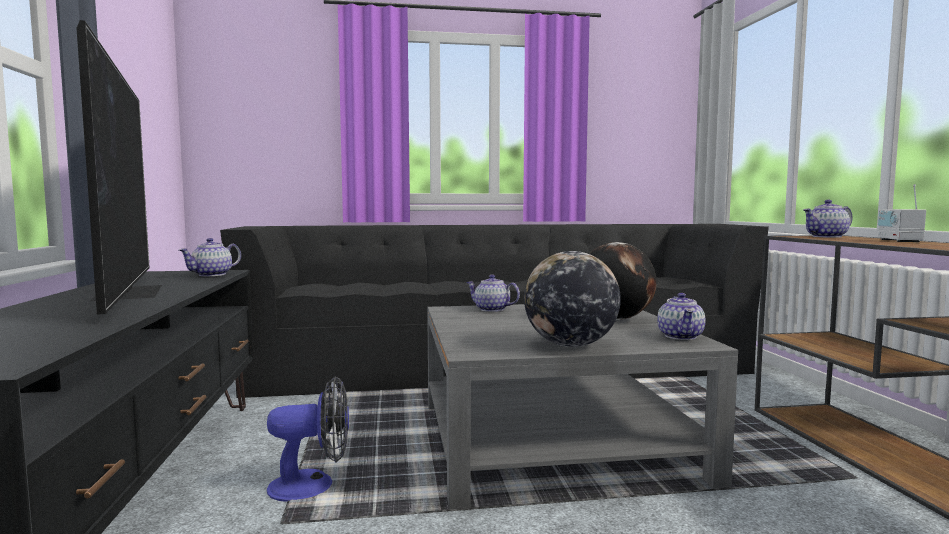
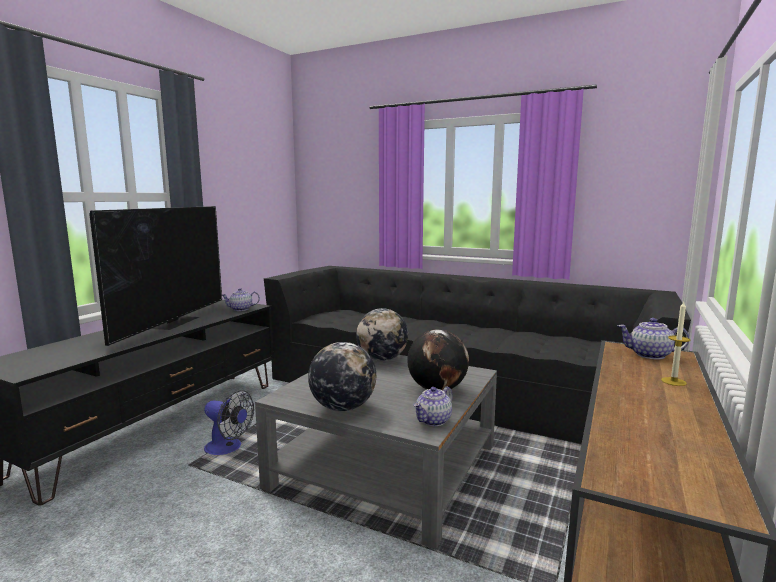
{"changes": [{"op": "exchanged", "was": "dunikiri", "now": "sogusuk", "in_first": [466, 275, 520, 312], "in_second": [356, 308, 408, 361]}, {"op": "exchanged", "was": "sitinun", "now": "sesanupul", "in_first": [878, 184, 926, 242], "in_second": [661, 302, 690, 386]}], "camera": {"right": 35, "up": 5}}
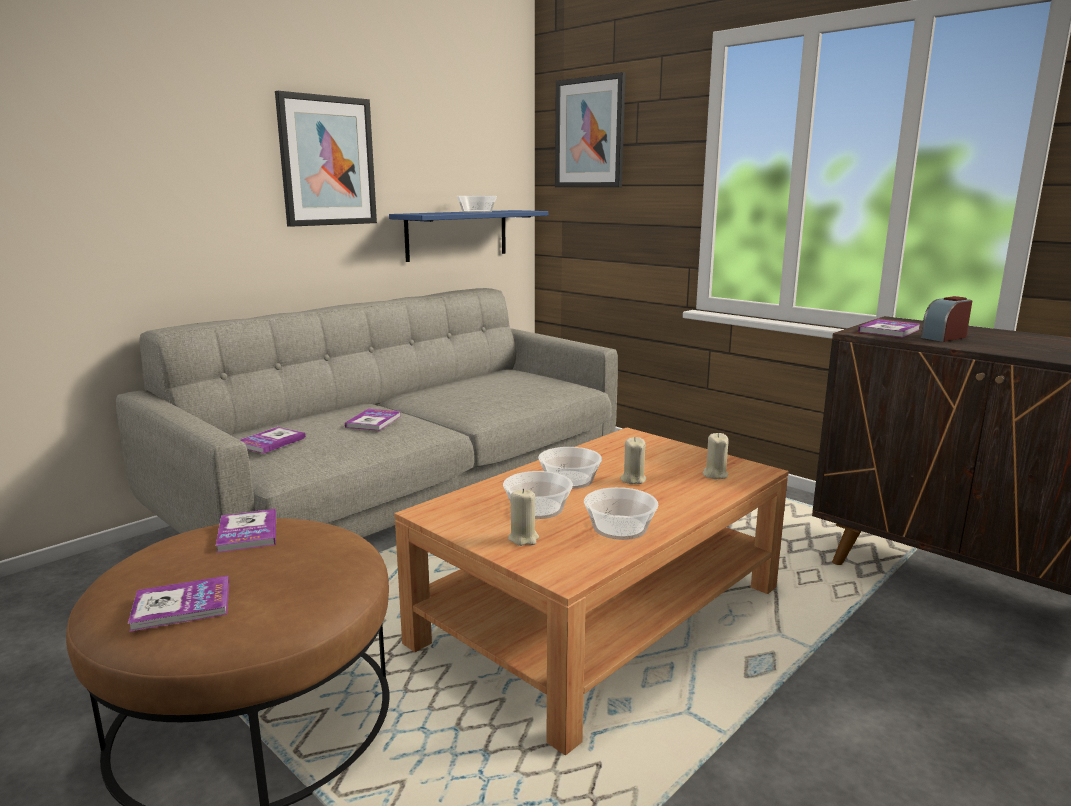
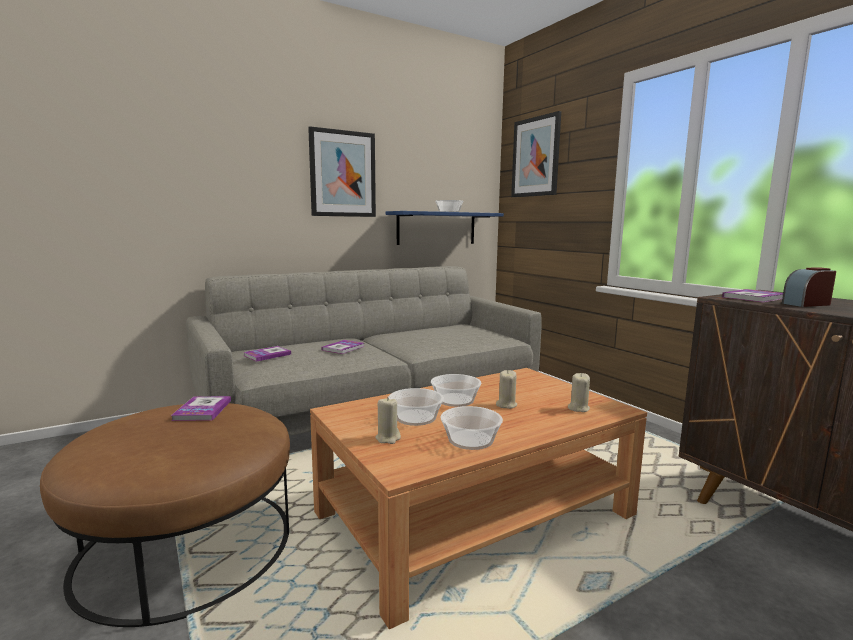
{"changes": [{"op": "missing", "was": "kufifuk", "in_first": [128, 576, 229, 632]}], "camera": {"right": 15, "up": -5}}
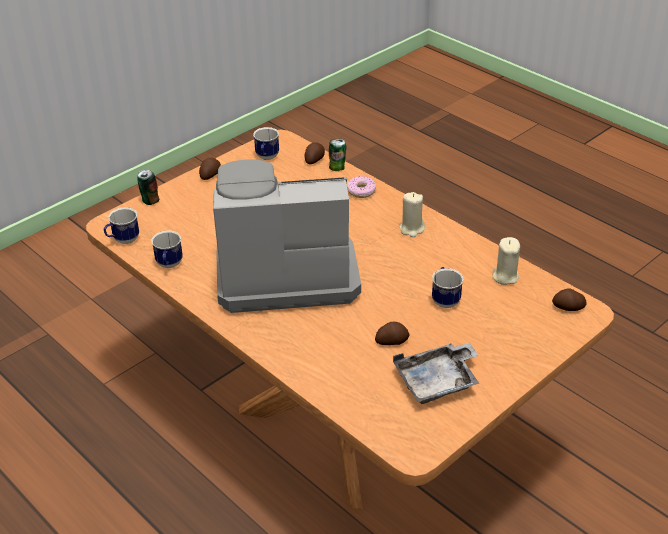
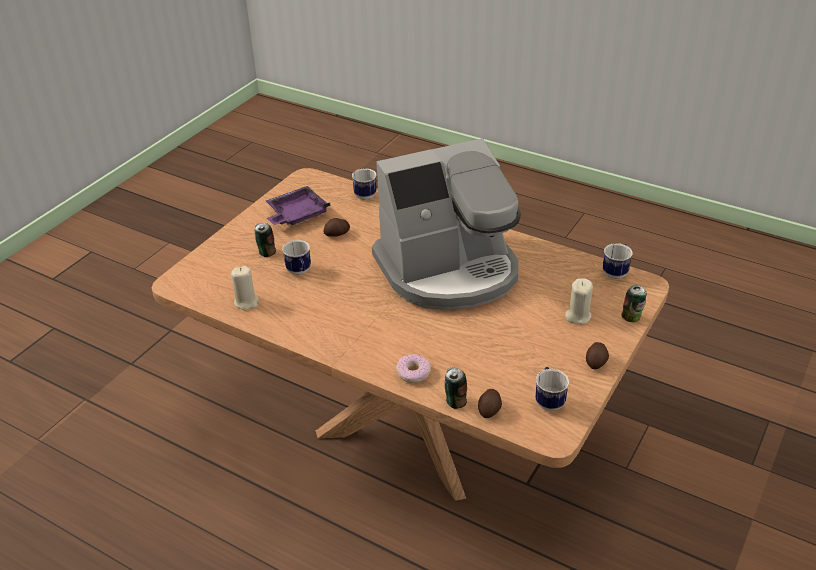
{"changes": [{"op": "appeared", "now": "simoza", "in_second": [254, 223, 276, 257]}, {"op": "colour", "was": "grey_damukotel", "now": "purple_damukotel", "in_first": [393, 343, 479, 404], "in_second": [266, 186, 331, 225]}, {"op": "relocated", "was": "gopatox", "in_first": [151, 231, 183, 268], "in_second": [352, 168, 377, 200]}, {"op": "relocated", "was": "beige_sesanupul", "in_first": [400, 192, 425, 237], "in_second": [565, 279, 593, 325]}, {"op": "missing", "was": "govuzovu", "in_first": [552, 288, 587, 311]}], "camera": {"right": 165, "up": 0}}
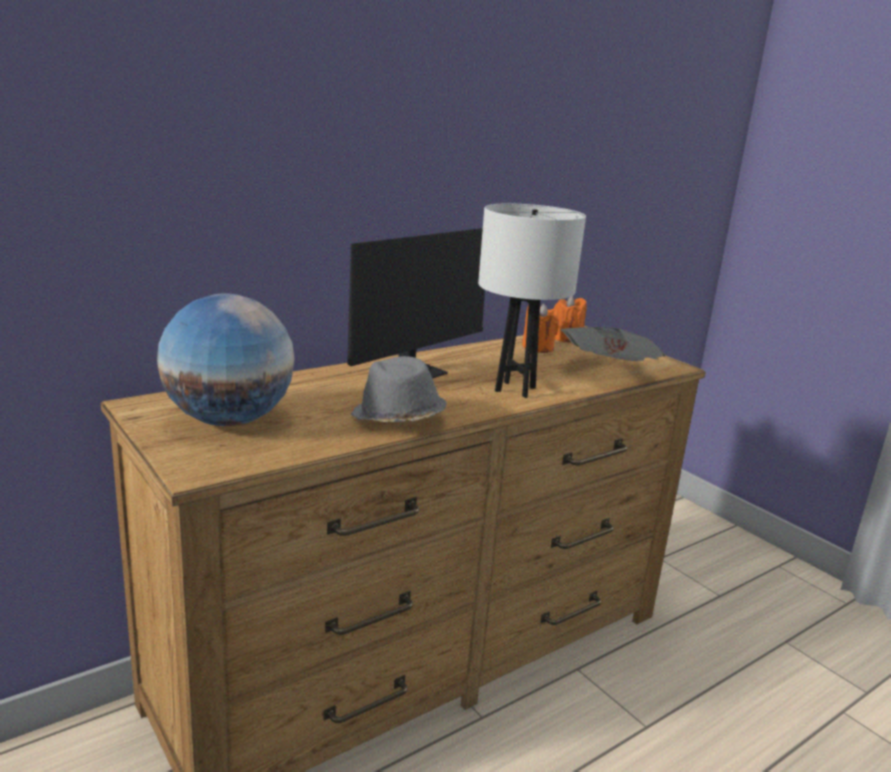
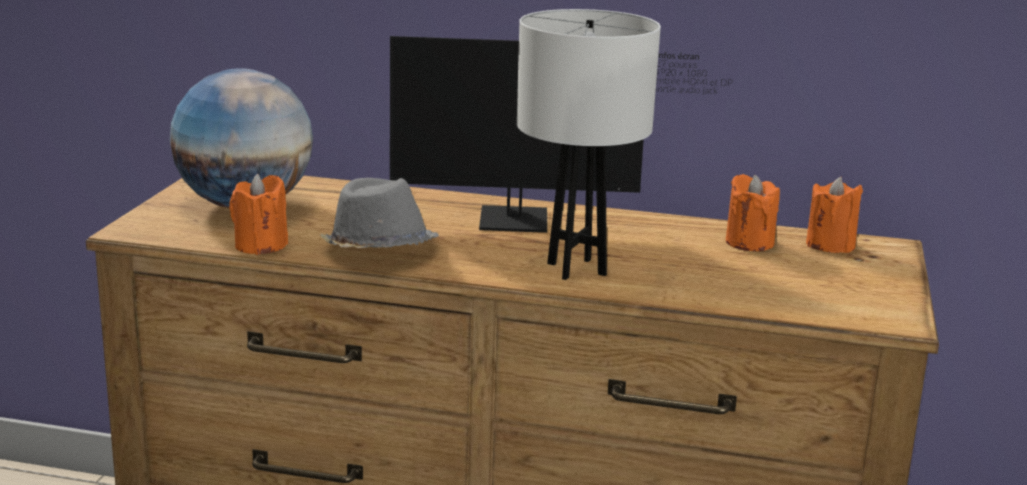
{"changes": [{"op": "appeared", "now": "orange_sesanupul", "in_second": [229, 174, 288, 255]}, {"op": "missing", "was": "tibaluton", "in_first": [560, 327, 665, 361]}], "camera": {"right": 50, "up": 0}}
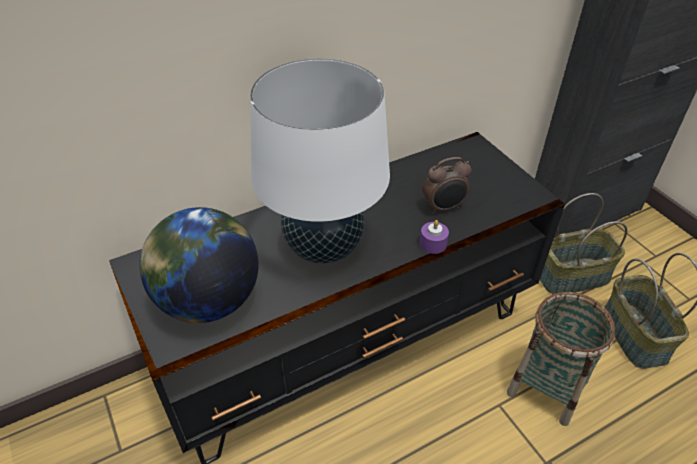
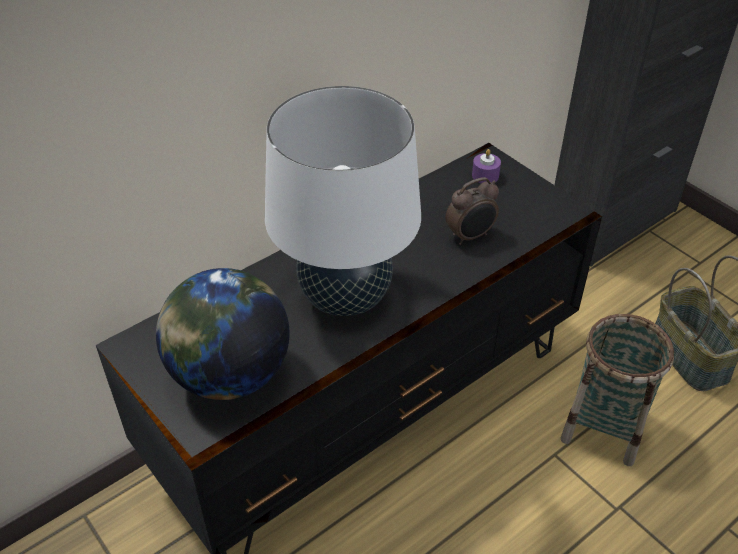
{"changes": [{"op": "relocated", "was": "purple_sesanupul", "in_first": [420, 220, 449, 254], "in_second": [472, 149, 501, 184]}, {"op": "missing", "was": "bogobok", "in_first": [540, 193, 628, 294]}], "camera": {"right": -10, "up": 0}}
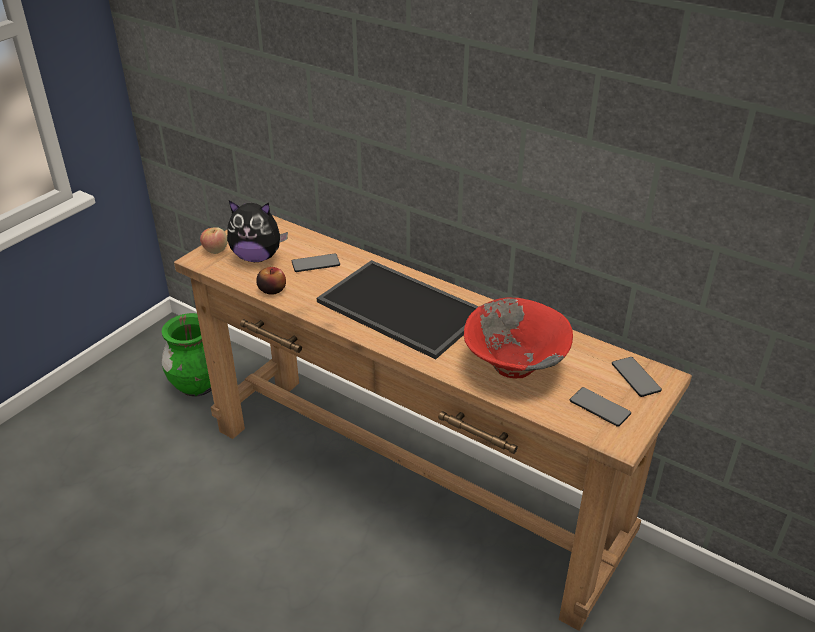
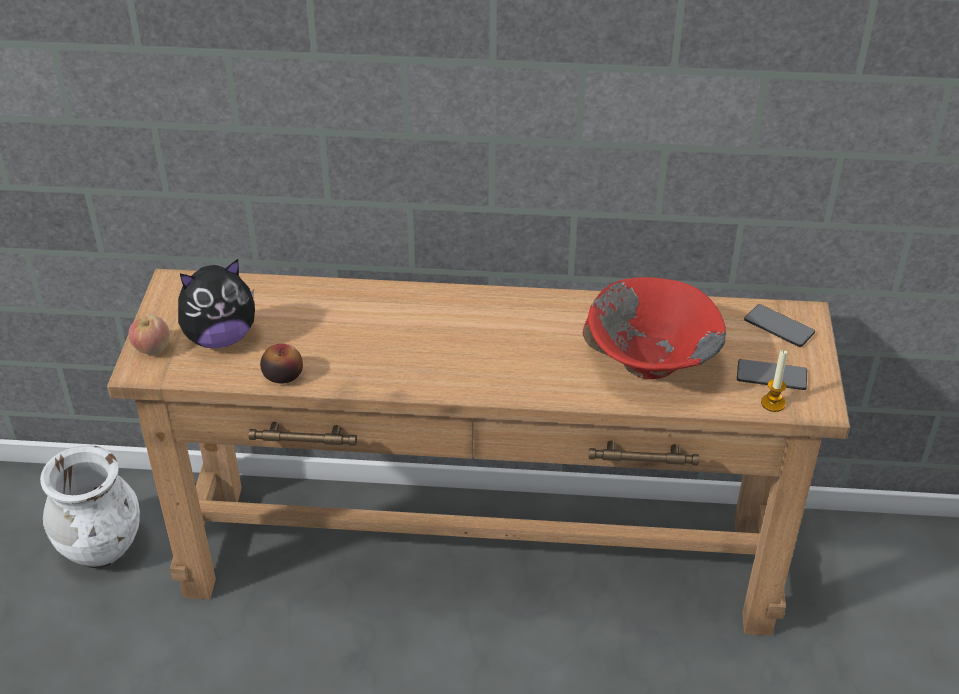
{"changes": [{"op": "colour", "was": "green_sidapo", "now": "white_sidapo", "in_first": [162, 313, 212, 397], "in_second": [40, 445, 140, 568]}, {"op": "appeared", "now": "sesanupul", "in_second": [761, 350, 787, 412]}, {"op": "missing", "was": "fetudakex", "in_first": [292, 254, 340, 272]}, {"op": "missing", "was": "damukotel", "in_first": [317, 260, 479, 360]}], "camera": {"right": -30, "up": 5}}
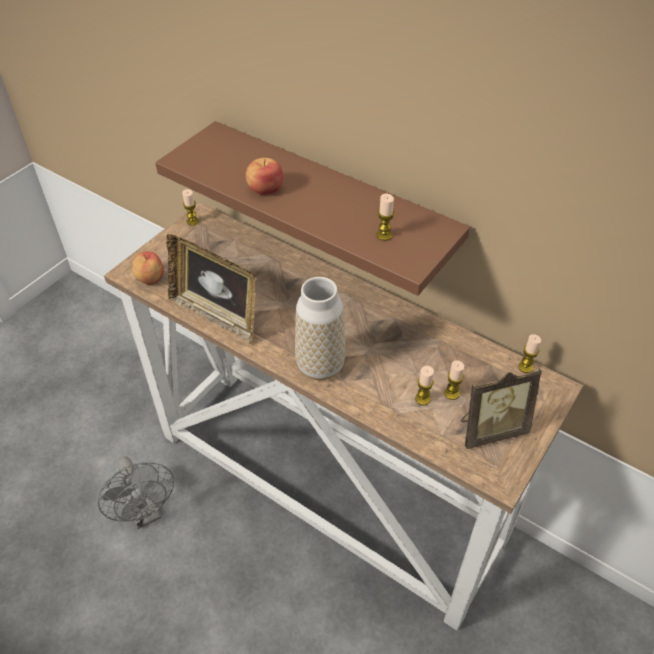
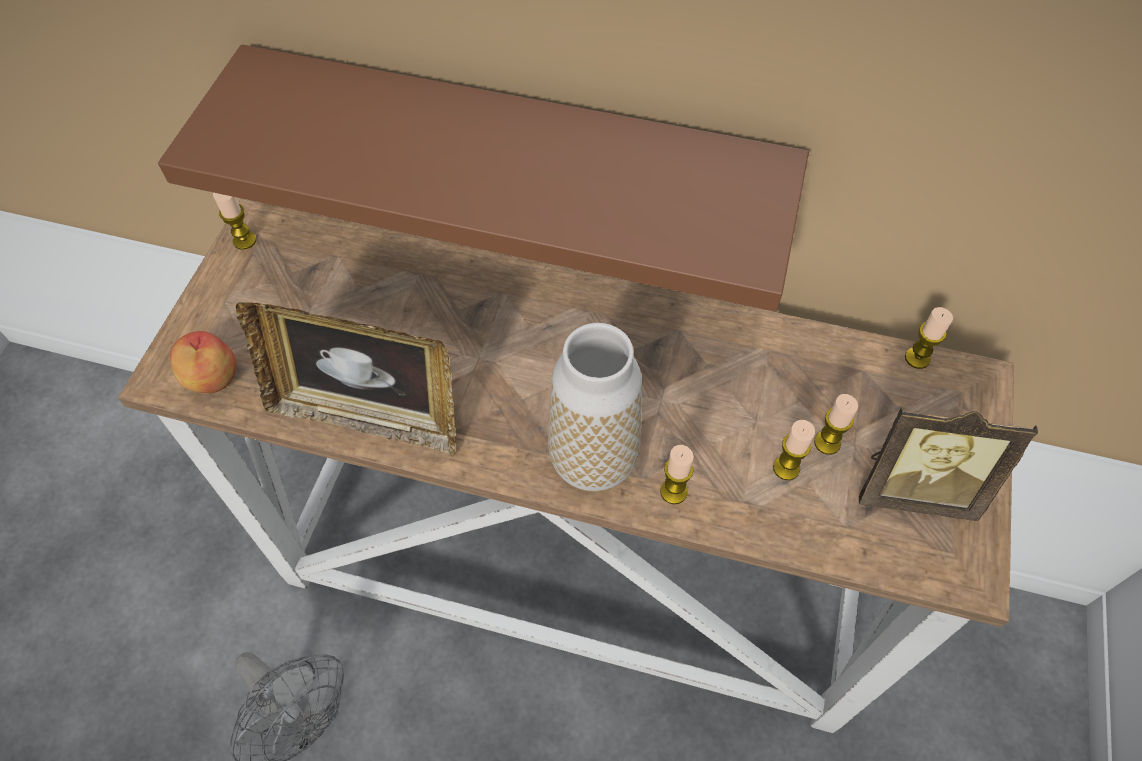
{"changes": [{"op": "relocated", "was": "sesanupul", "in_first": [376, 194, 395, 241], "in_second": [660, 445, 694, 504]}, {"op": "spun", "was": "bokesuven", "in_first": [461, 369, 542, 449], "in_second": [859, 407, 1038, 521], "clockwise": 45}, {"op": "missing", "was": "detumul", "in_first": [246, 158, 284, 195]}], "camera": {"right": -20, "up": 10}}
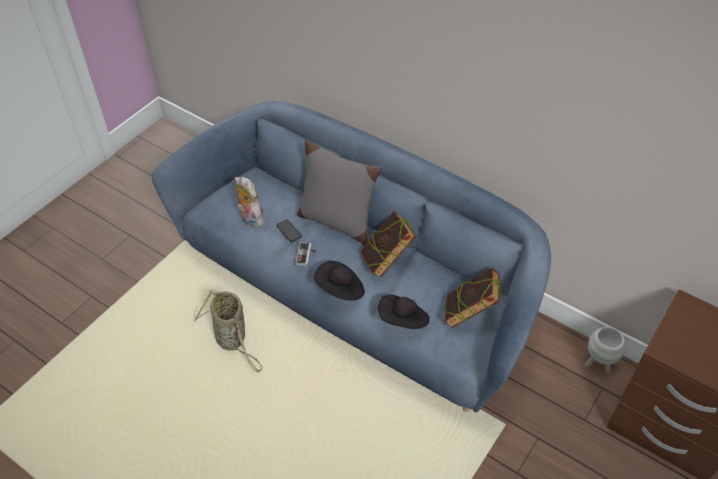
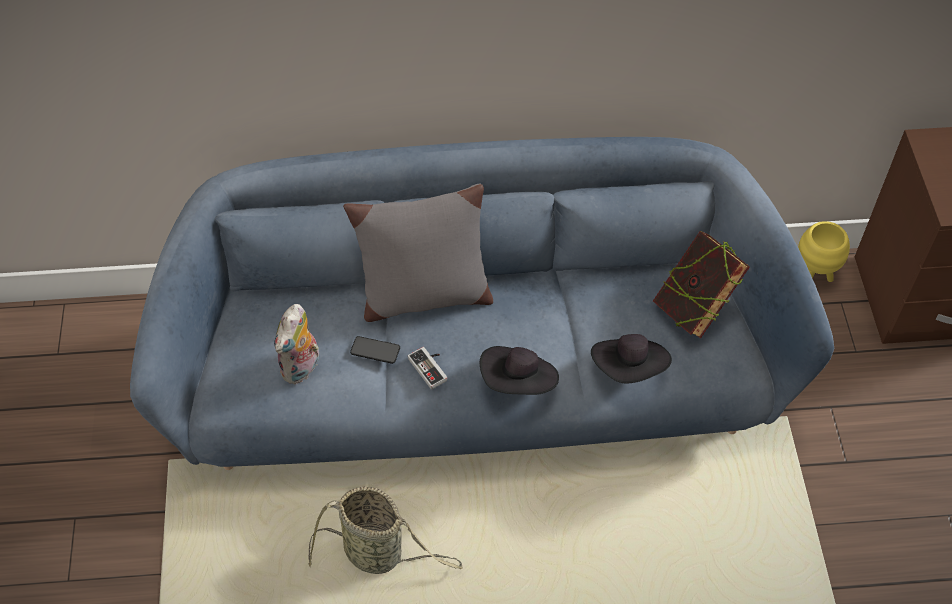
{"changes": [{"op": "spun", "was": "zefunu", "in_first": [235, 177, 264, 227], "in_second": [274, 304, 319, 384], "clockwise": -75}, {"op": "colour", "was": "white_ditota", "now": "yellow_ditota", "in_first": [585, 326, 626, 374], "in_second": [798, 221, 850, 282]}, {"op": "missing", "was": "kufifuk", "in_first": [360, 211, 416, 278]}], "camera": {"right": -40, "up": 5}}
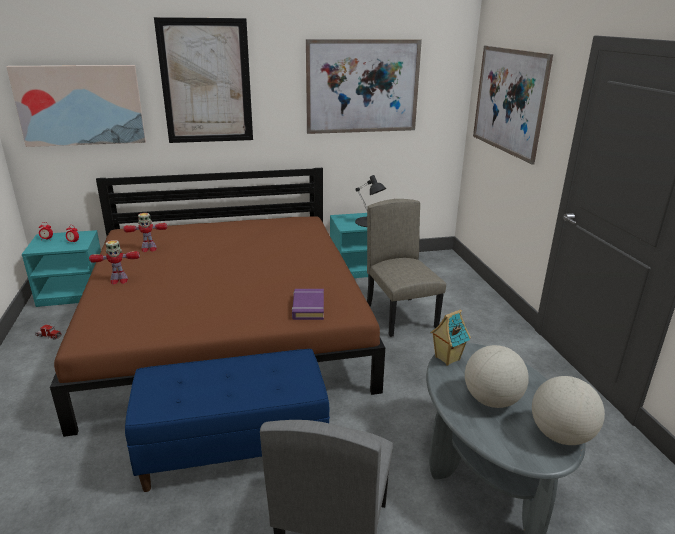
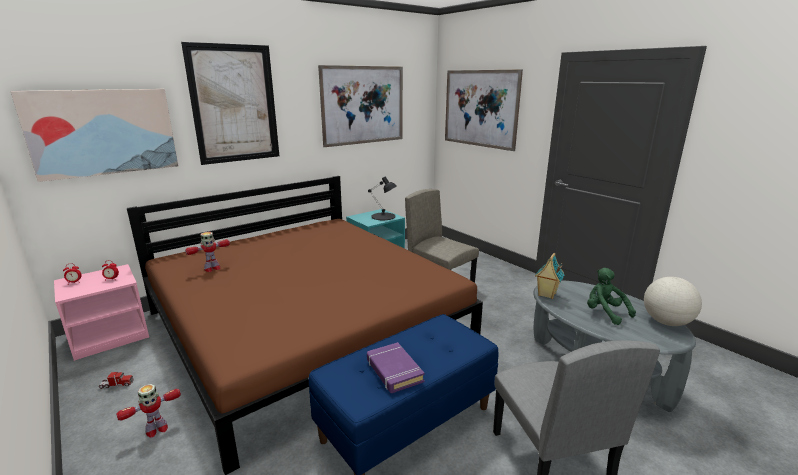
{"changes": [{"op": "colour", "was": "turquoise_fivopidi", "now": "pink_fivopidi", "in_first": [22, 230, 101, 307], "in_second": [54, 264, 149, 361]}, {"op": "relocated", "was": "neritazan", "in_first": [89, 240, 140, 285], "in_second": [116, 384, 181, 438]}, {"op": "relocated", "was": "purple_kufifuk", "in_first": [292, 289, 324, 320], "in_second": [367, 342, 425, 393]}, {"op": "exchanged", "was": "sogusuk", "now": "green_zefunu", "in_first": [465, 345, 529, 408], "in_second": [587, 268, 636, 325]}], "camera": {"right": -25, "up": -5}}
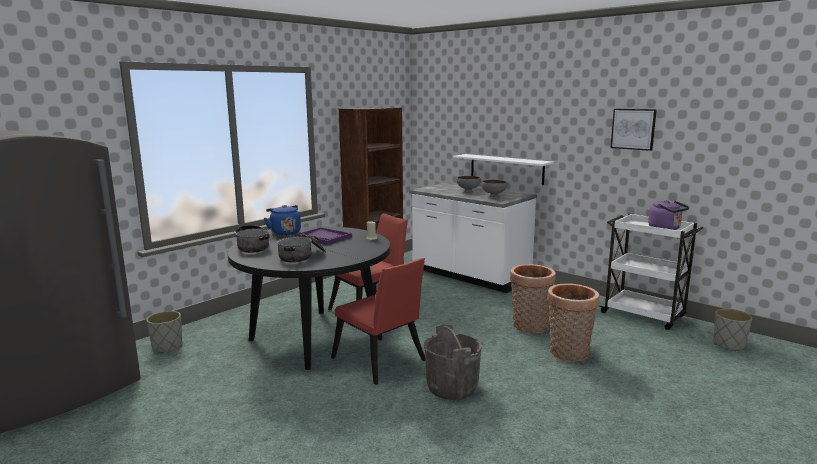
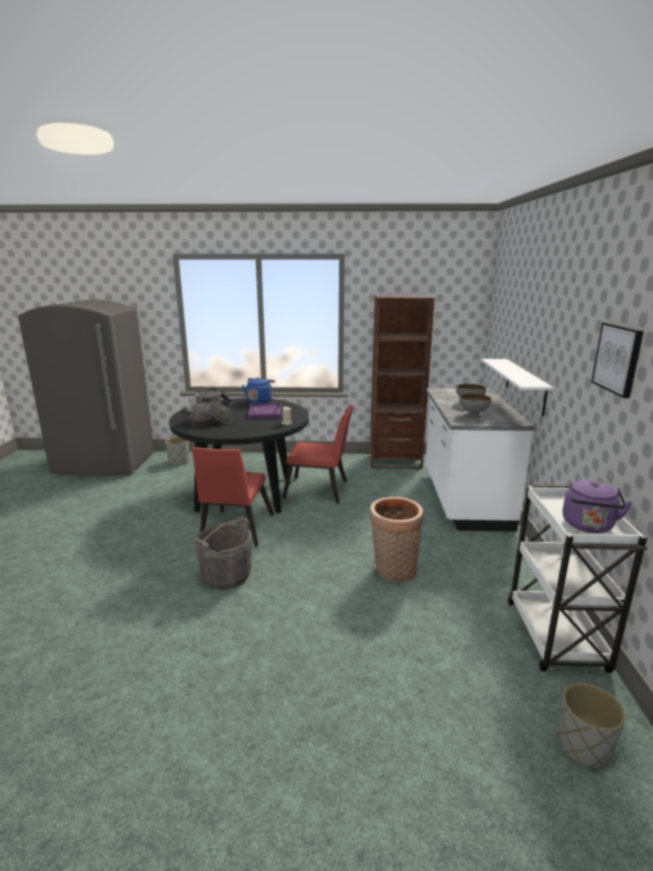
{"changes": [{"op": "missing", "was": "bogobok", "in_first": [547, 283, 599, 362]}], "camera": {"right": 50, "up": 5}}
